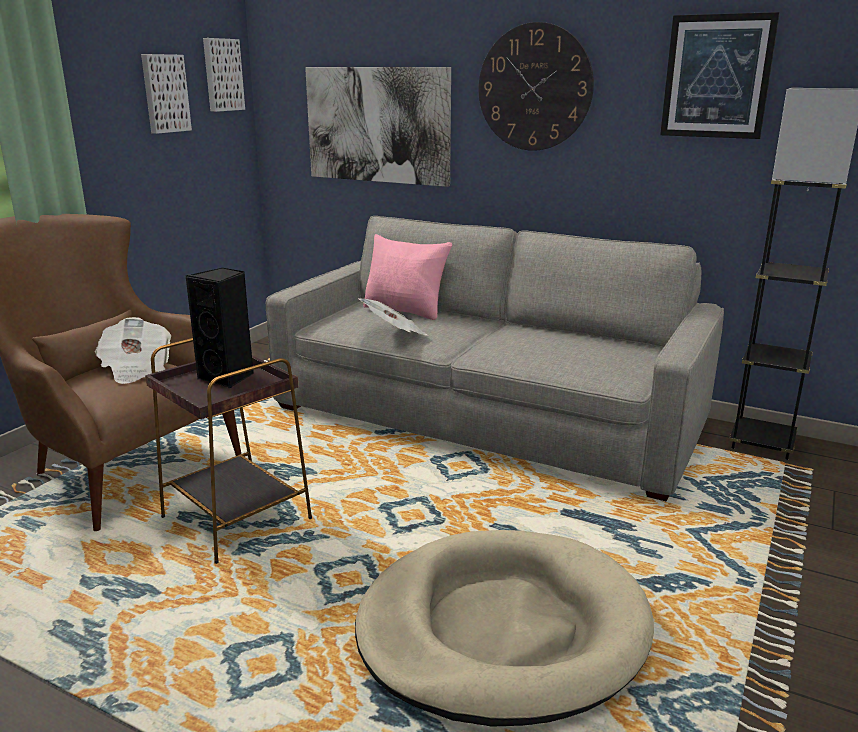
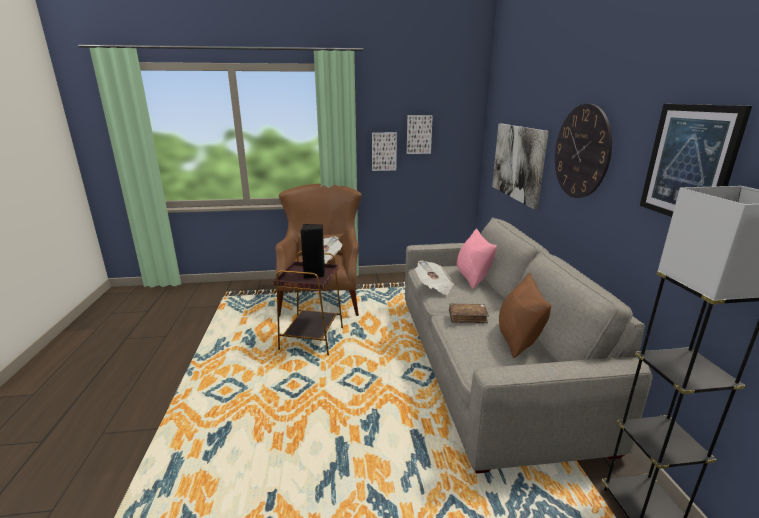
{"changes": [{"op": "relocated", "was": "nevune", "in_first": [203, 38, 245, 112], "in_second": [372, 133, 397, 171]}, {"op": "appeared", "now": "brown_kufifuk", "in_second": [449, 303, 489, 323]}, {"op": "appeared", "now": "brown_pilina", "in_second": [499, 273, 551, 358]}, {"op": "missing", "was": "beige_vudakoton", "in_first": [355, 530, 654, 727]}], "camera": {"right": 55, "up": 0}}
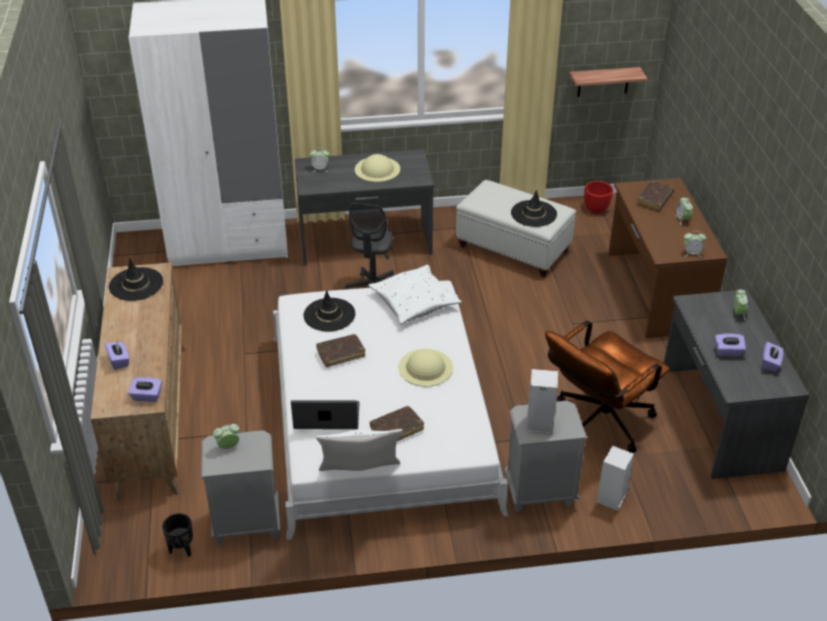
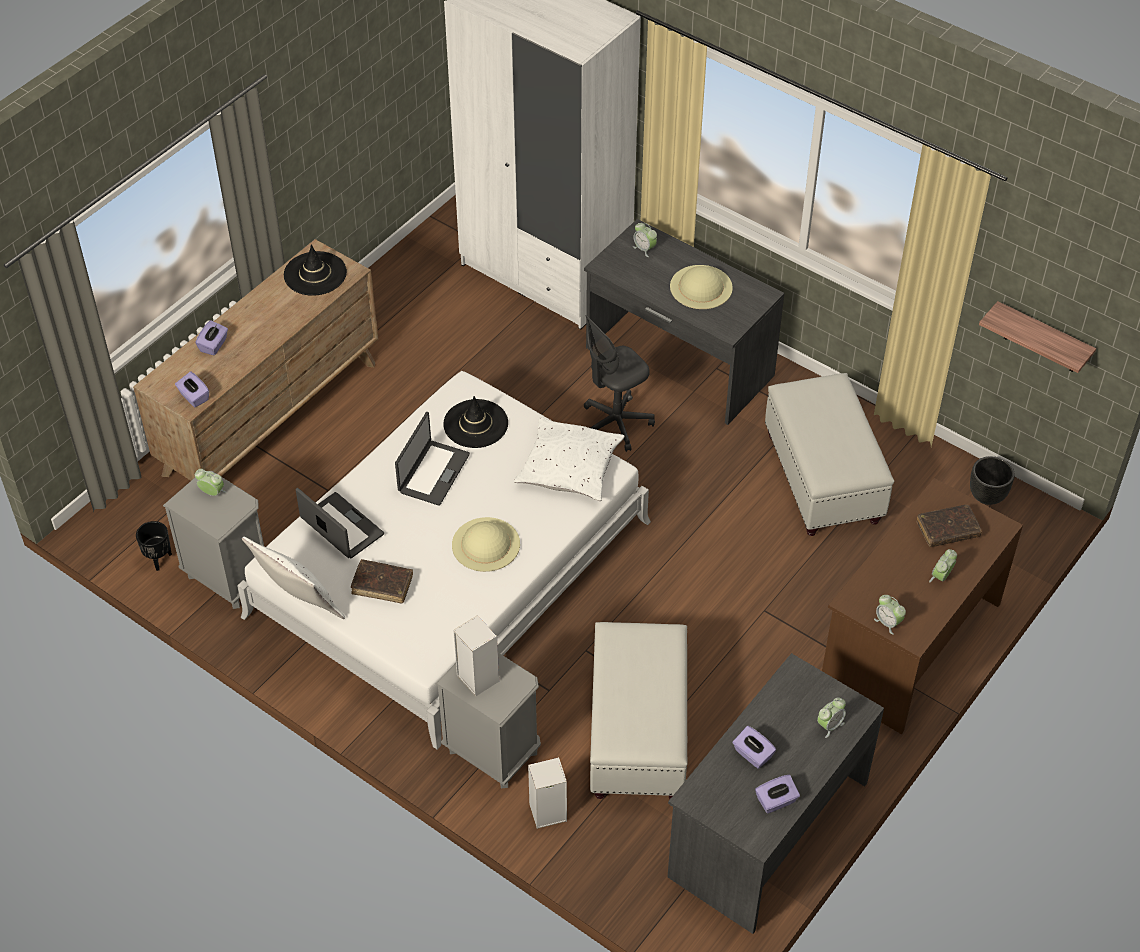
{"changes": [{"op": "exchanged", "was": "brown_kufifuk", "now": "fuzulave", "in_first": [316, 334, 366, 367], "in_second": [395, 412, 470, 506]}, {"op": "exchanged", "was": "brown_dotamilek", "now": "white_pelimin", "in_first": [545, 321, 670, 453], "in_second": [590, 622, 687, 799]}, {"op": "colour", "was": "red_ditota", "now": "black_ditota", "in_first": [584, 181, 613, 214], "in_second": [970, 456, 1015, 505]}, {"op": "missing", "was": "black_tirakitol", "in_first": [511, 190, 557, 227]}], "camera": {"right": 45, "up": 10}}
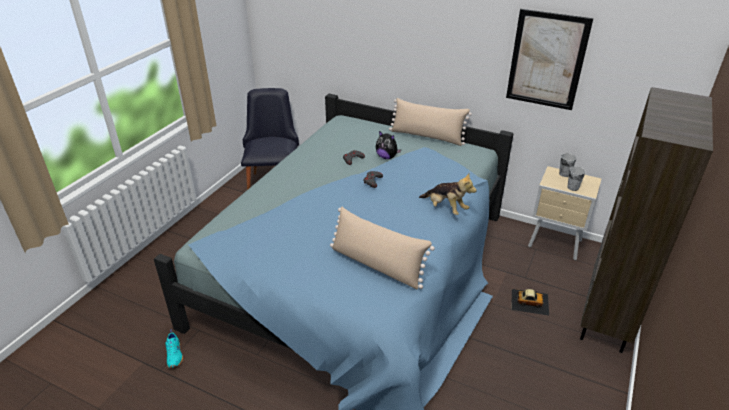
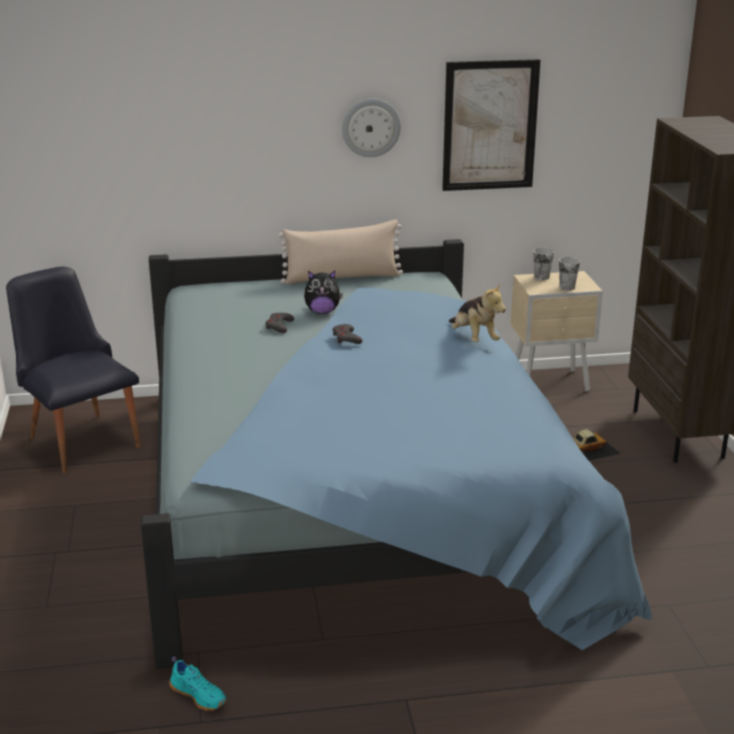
{"changes": [{"op": "appeared", "now": "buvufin", "in_second": [342, 99, 401, 157]}, {"op": "spun", "was": "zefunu", "in_first": [419, 173, 477, 215], "in_second": [449, 283, 506, 342], "clockwise": 60}, {"op": "missing", "was": "beige_pilina", "in_first": [330, 207, 435, 289]}], "camera": {"right": -35, "up": -10}}
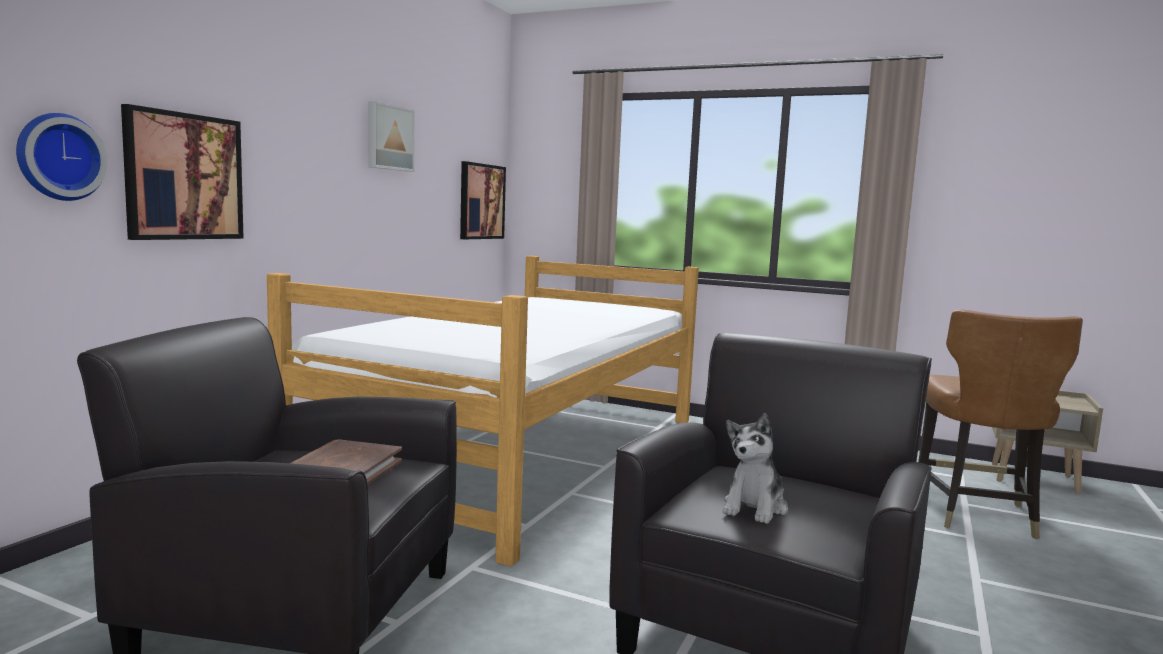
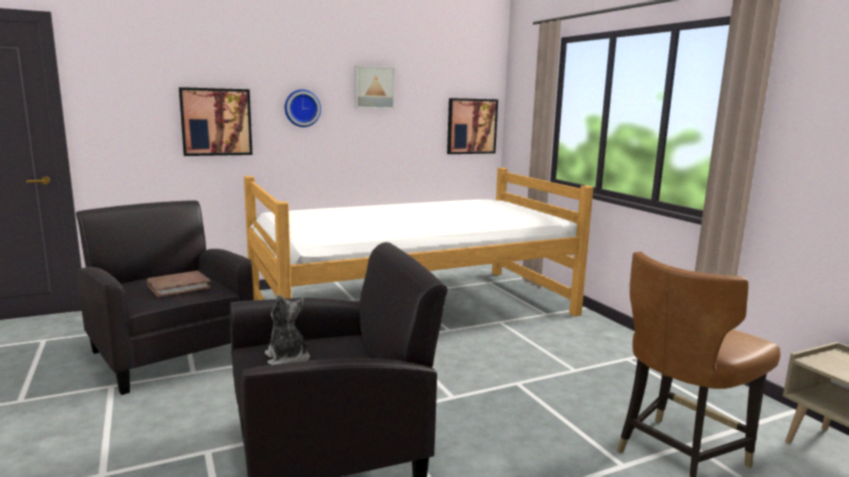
{"changes": [{"op": "spun", "was": "zefunu", "in_first": [722, 413, 788, 524], "in_second": [265, 294, 310, 365], "clockwise": 75}, {"op": "relocated", "was": "buvufin", "in_first": [16, 113, 108, 201], "in_second": [285, 90, 321, 127]}], "camera": {"right": 40, "up": 5}}
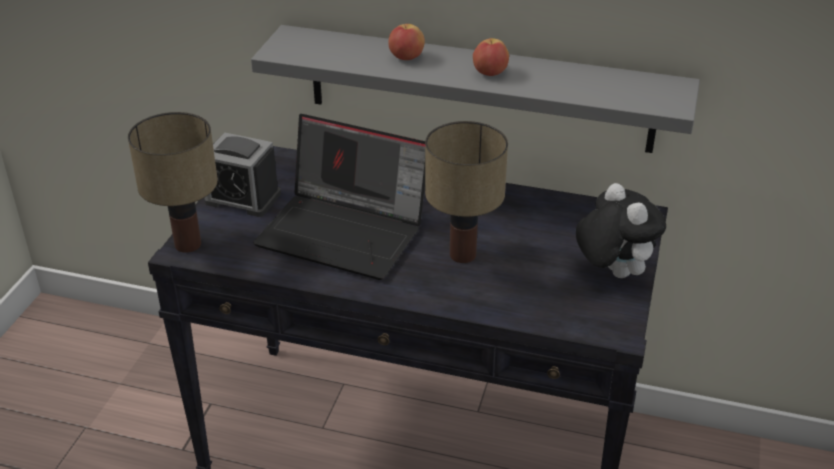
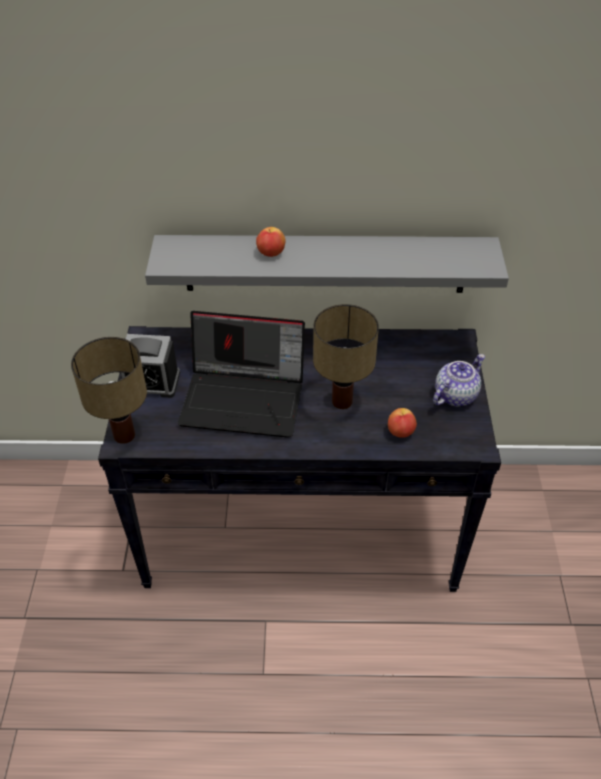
{"changes": [{"op": "relocated", "was": "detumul", "in_first": [473, 38, 509, 76], "in_second": [388, 408, 417, 438]}, {"op": "exchanged", "was": "zefunu", "now": "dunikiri", "in_first": [576, 183, 666, 278], "in_second": [433, 354, 485, 406]}], "camera": {"right": -15, "up": 10}}
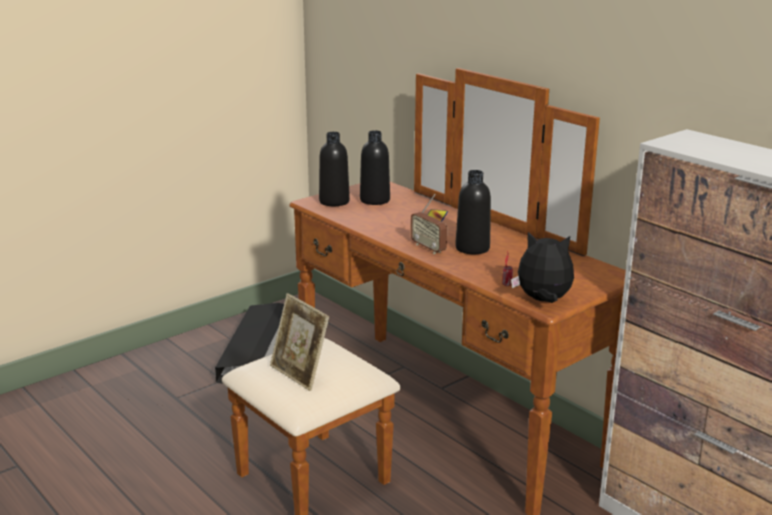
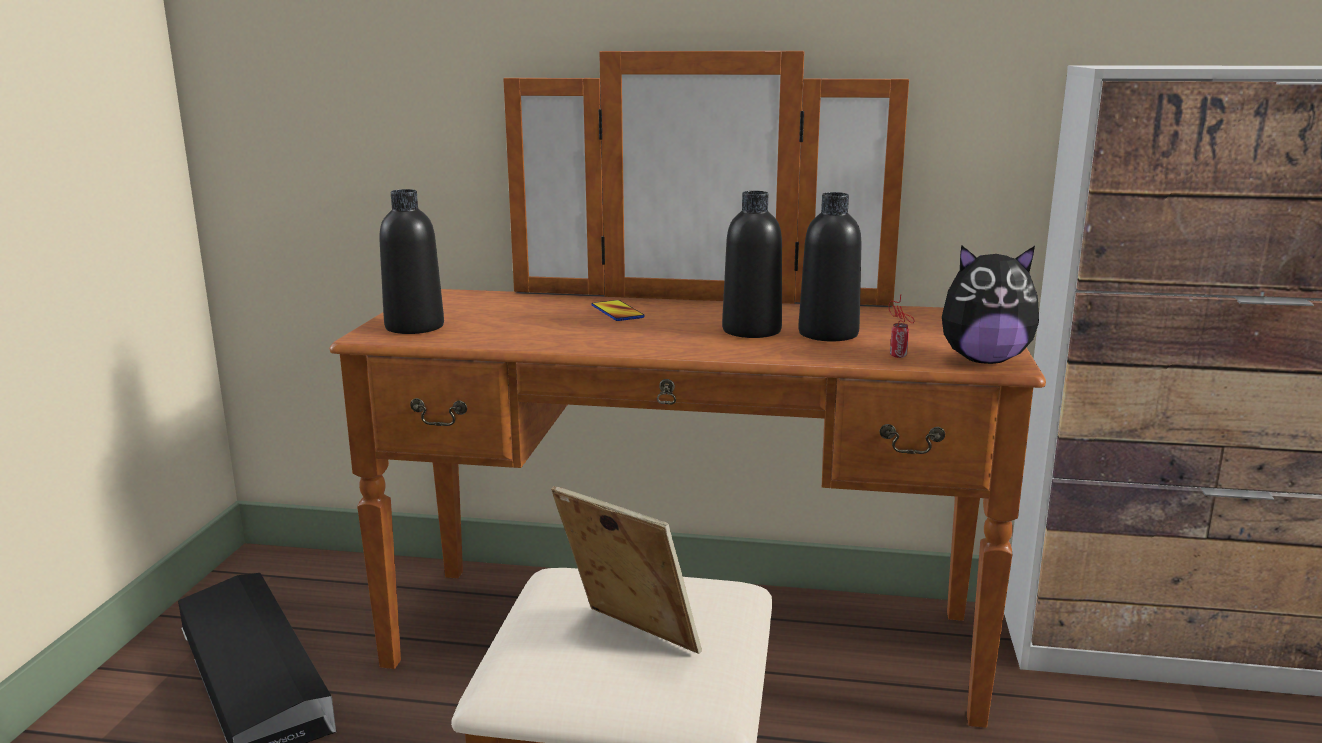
{"changes": [{"op": "spun", "was": "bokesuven", "in_first": [270, 293, 329, 391], "in_second": [551, 486, 702, 654], "clockwise": -150}, {"op": "relocated", "was": "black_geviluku", "in_first": [360, 130, 390, 205], "in_second": [798, 192, 862, 341]}, {"op": "spun", "was": "zefunu", "in_first": [511, 232, 574, 303], "in_second": [942, 245, 1039, 364], "clockwise": -150}, {"op": "missing", "was": "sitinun", "in_first": [411, 194, 447, 254]}], "camera": {"right": -40, "up": -5}}
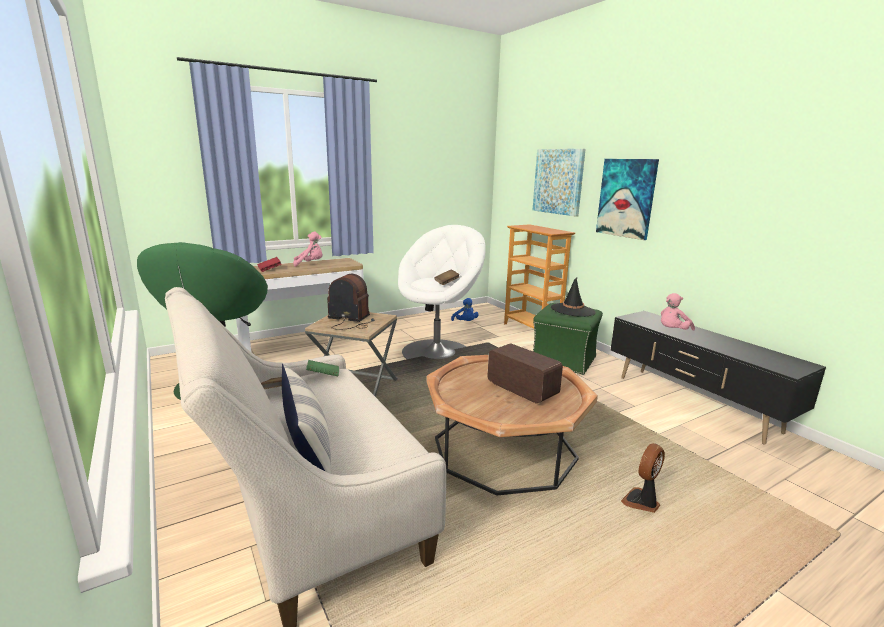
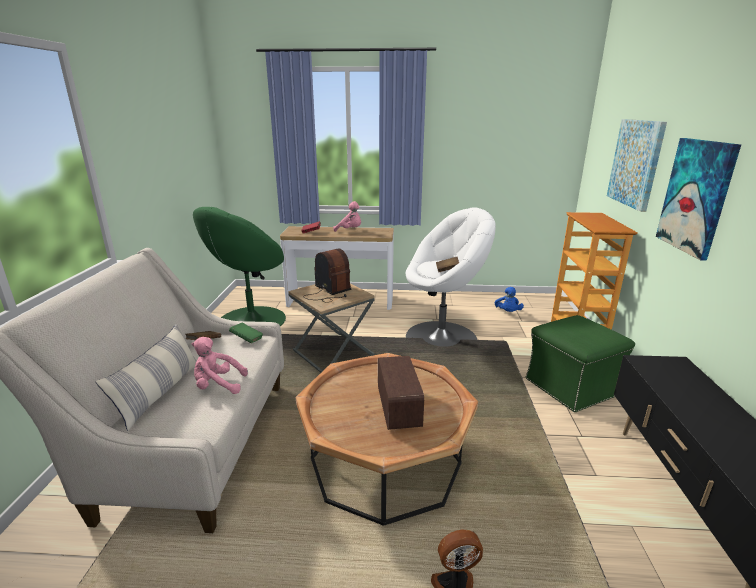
{"changes": [{"op": "relocated", "was": "pink_zefunu", "in_first": [661, 293, 695, 331], "in_second": [192, 337, 248, 394]}, {"op": "missing", "was": "black_tirakitol", "in_first": [551, 278, 596, 317]}], "camera": {"right": 35, "up": 5}}
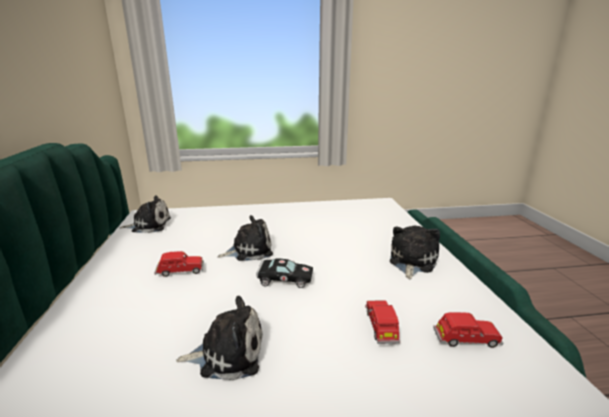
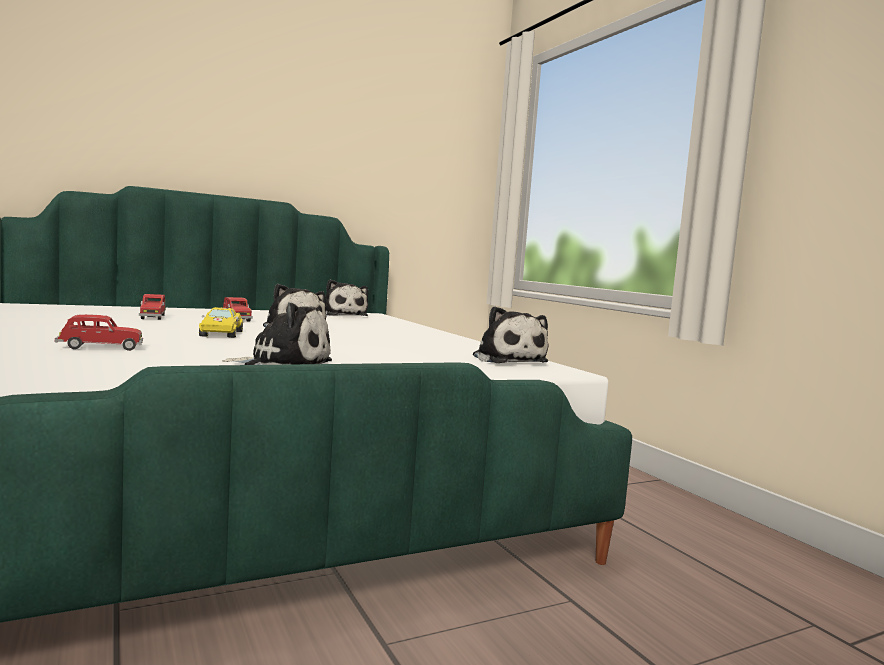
{"changes": [{"op": "relocated", "was": "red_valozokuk", "in_first": [433, 312, 503, 348], "in_second": [139, 294, 166, 320]}, {"op": "colour", "was": "black_valozokuk", "now": "yellow_valozokuk", "in_first": [256, 258, 313, 288], "in_second": [199, 307, 243, 338]}, {"op": "relocated", "was": "zefunu", "in_first": [176, 296, 263, 381], "in_second": [473, 306, 549, 363]}], "camera": {"right": 70, "up": -15}}
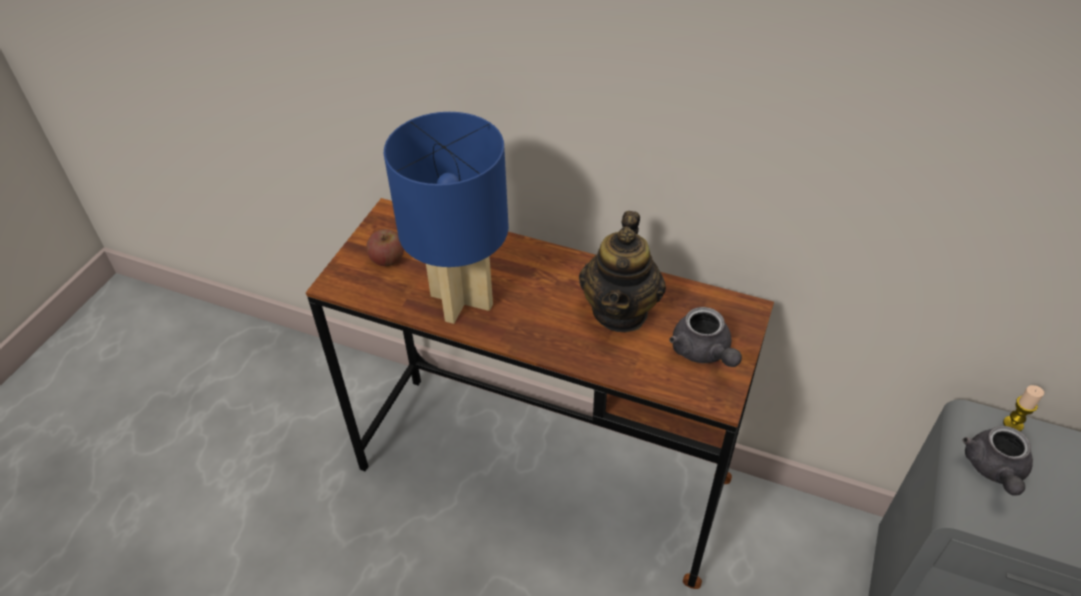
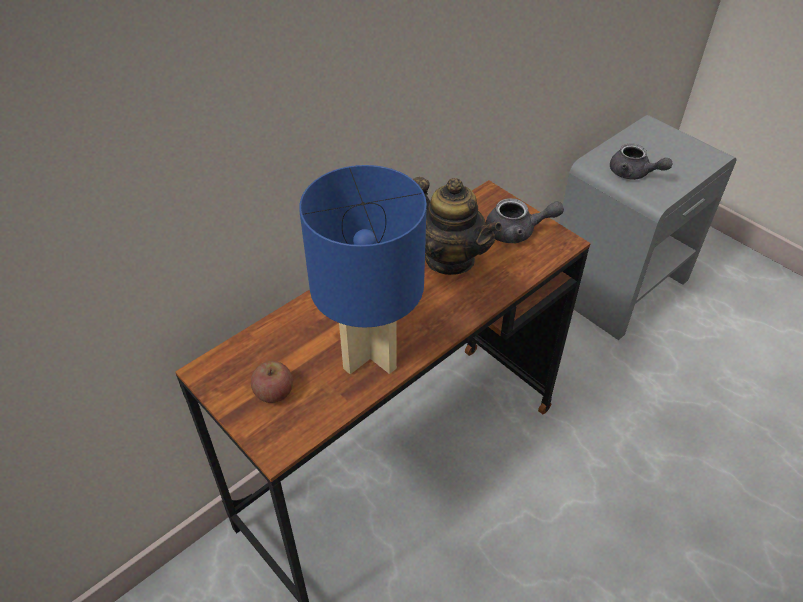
{"changes": [{"op": "missing", "was": "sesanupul", "in_first": [1003, 385, 1044, 431]}], "camera": {"right": -65, "up": 0}}
